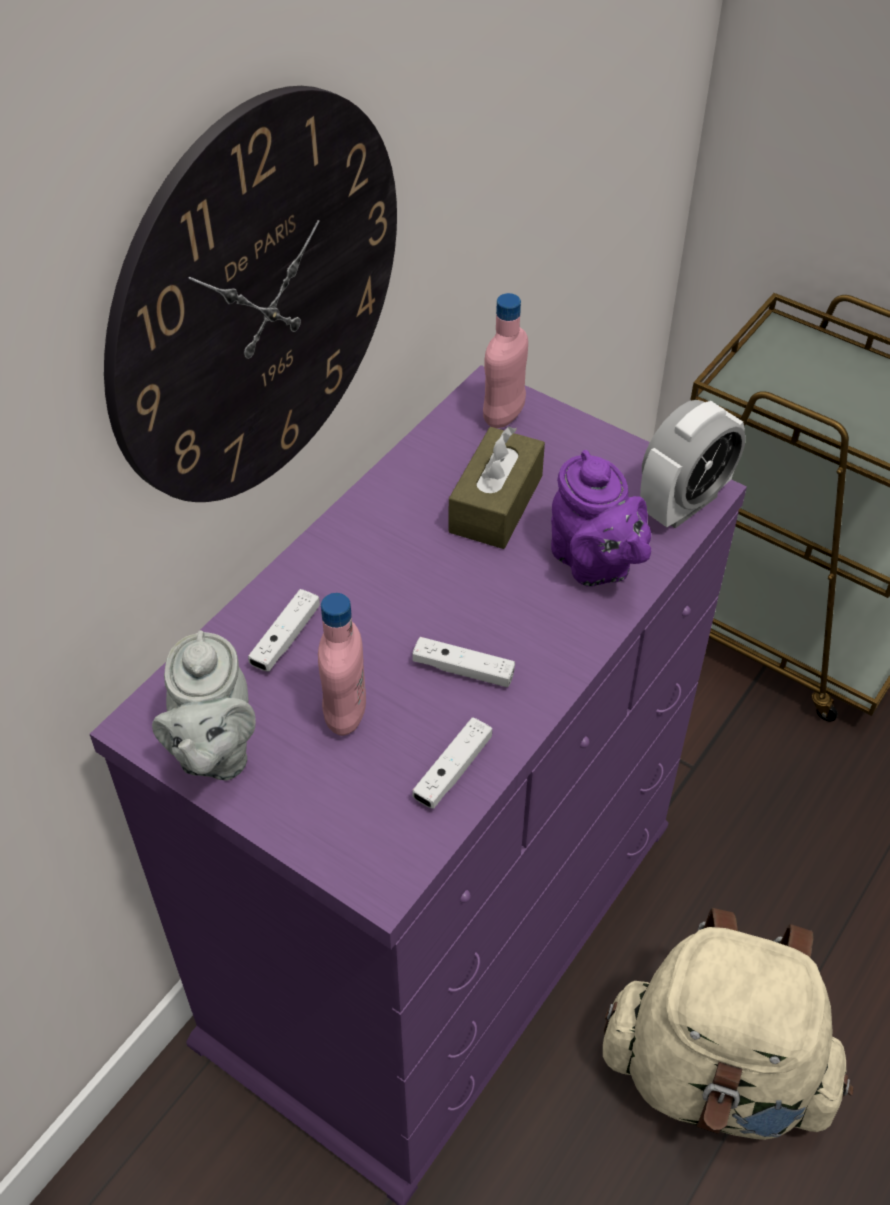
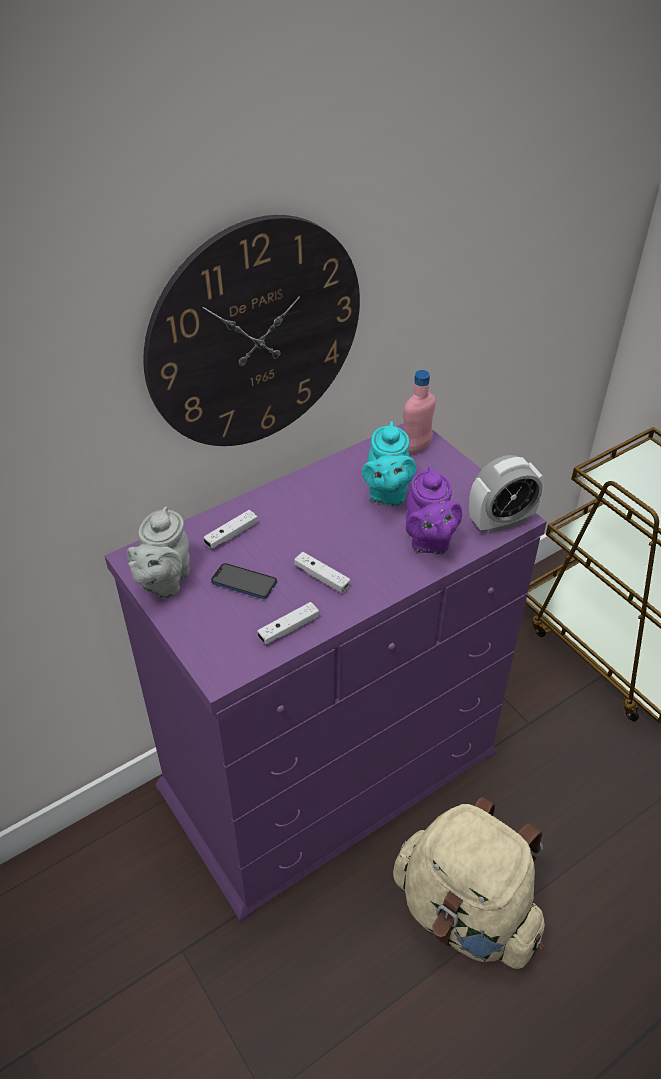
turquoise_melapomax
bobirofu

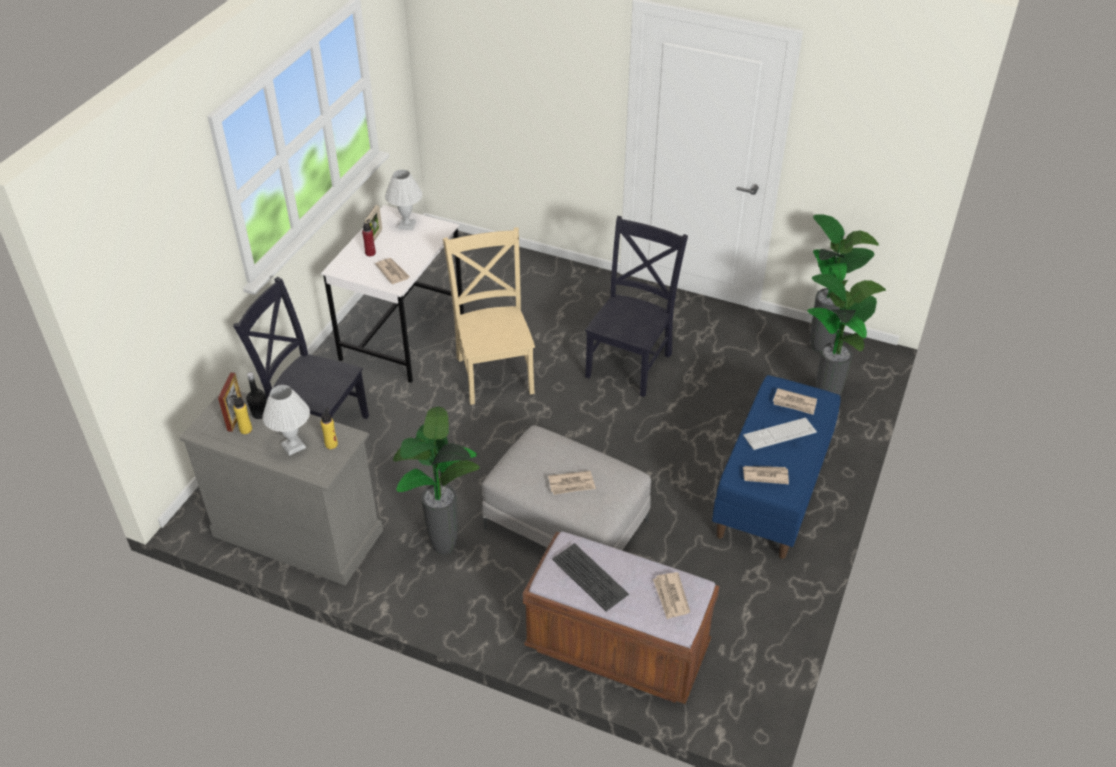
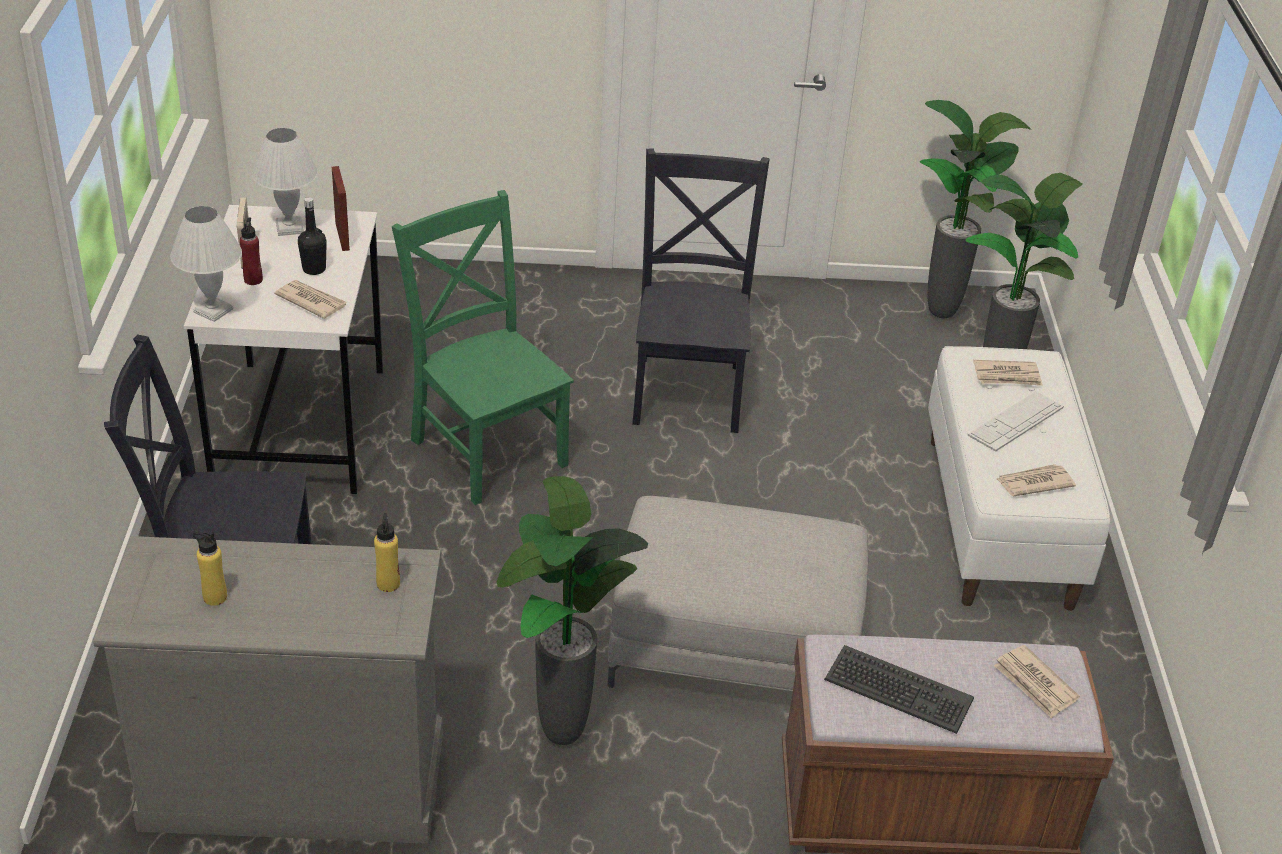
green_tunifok
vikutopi (no. 2 from left)
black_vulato
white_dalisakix
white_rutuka (no. 1 from left)
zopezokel (no. 2 from left in the first image)

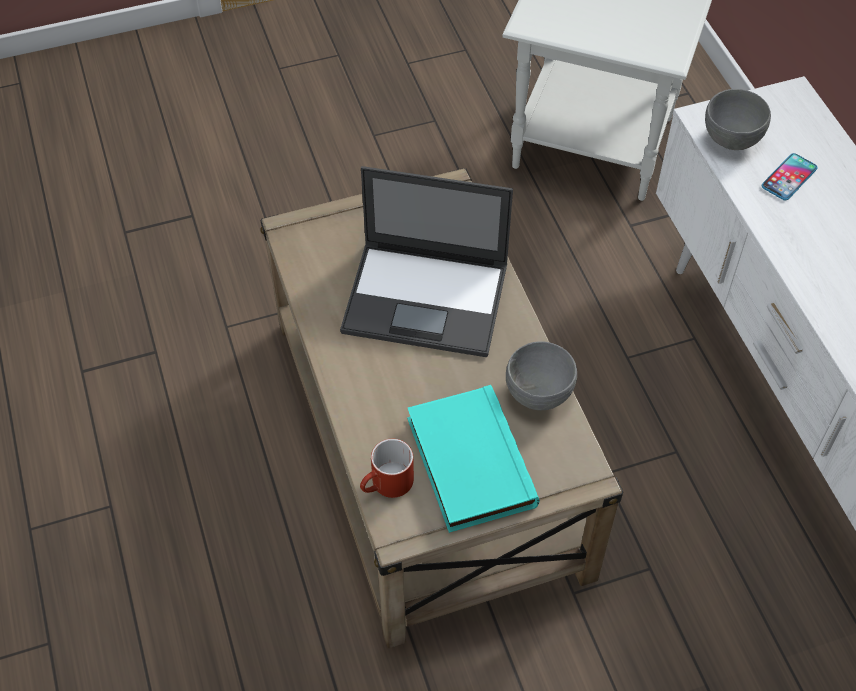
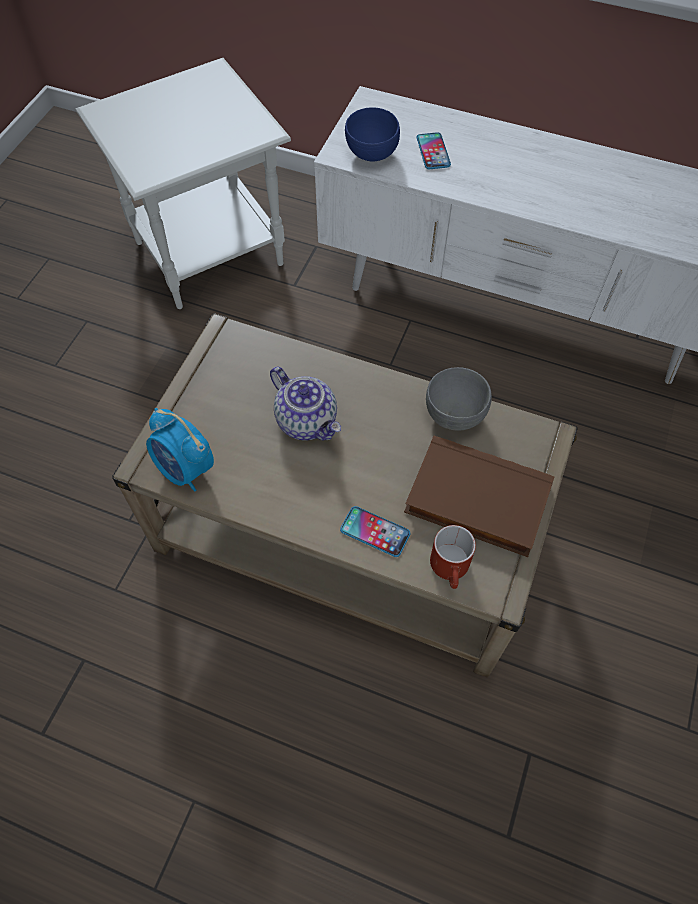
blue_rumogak
melapomax
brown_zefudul
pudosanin
bobirofu (no. 1 from left)

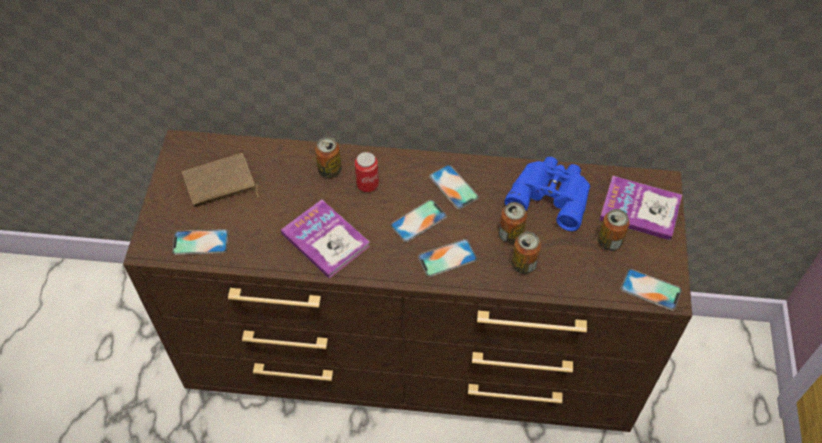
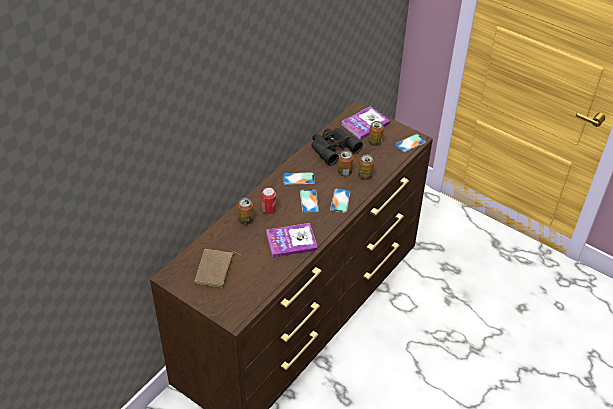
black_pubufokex
bobirofu (no. 1 from left in the first image)

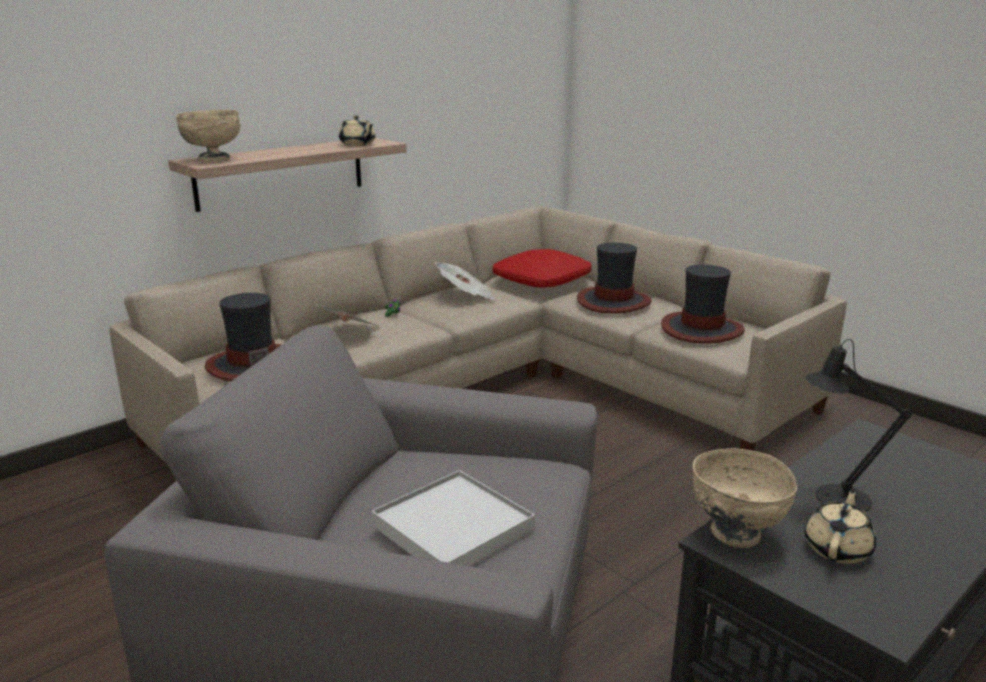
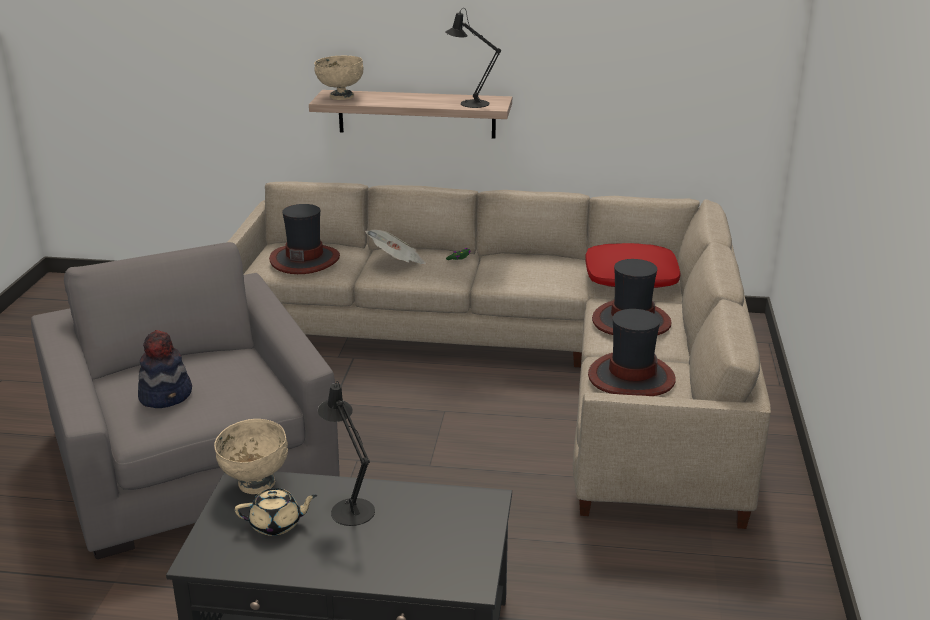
black_rutuka (no. 2 from left)
zopezokel (no. 2 from left in the first image)
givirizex (no. 1 from left)

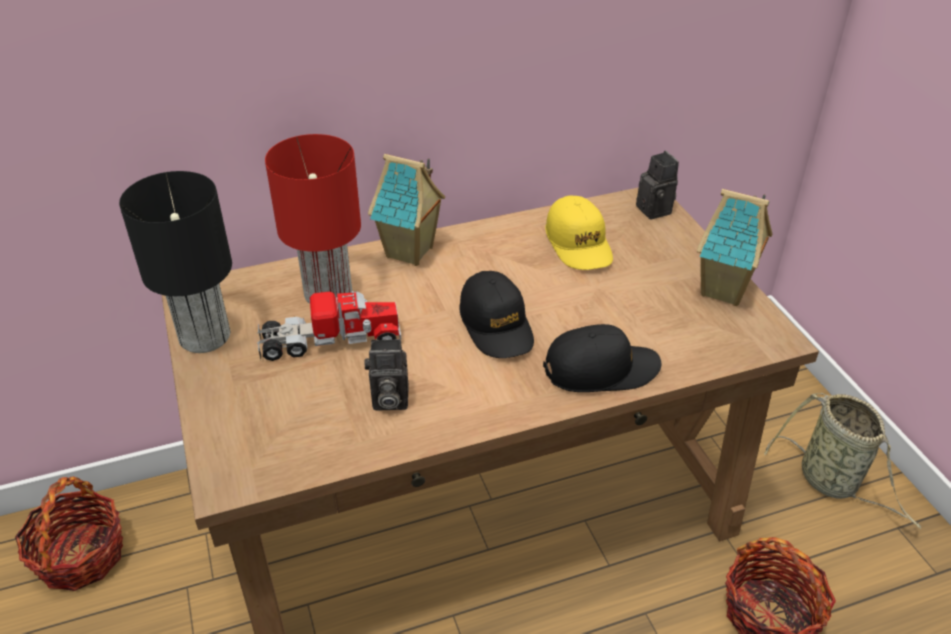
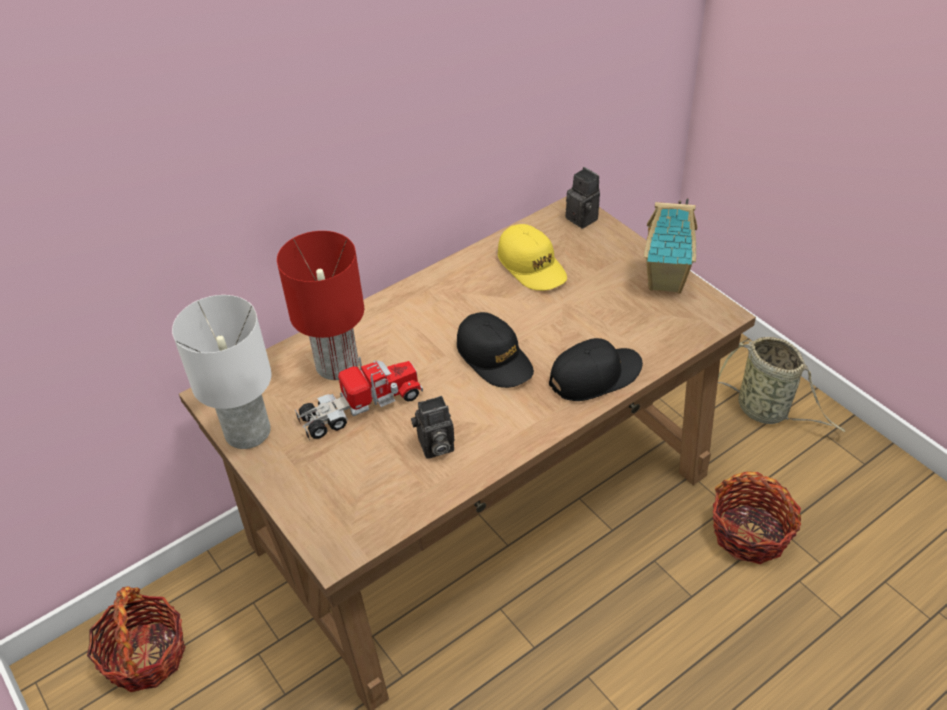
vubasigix (no. 1 from left in the first image)
white_rutuka

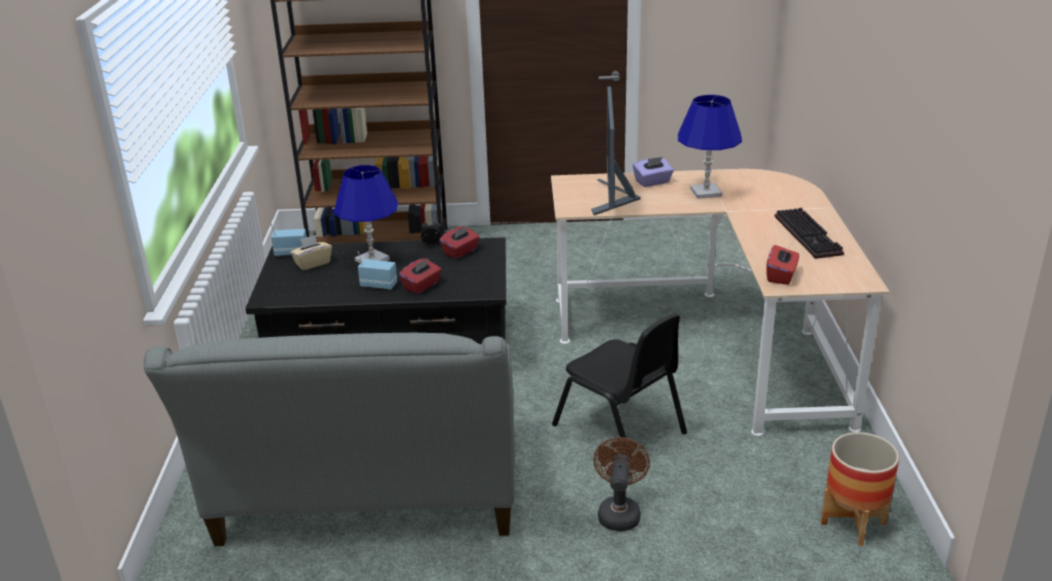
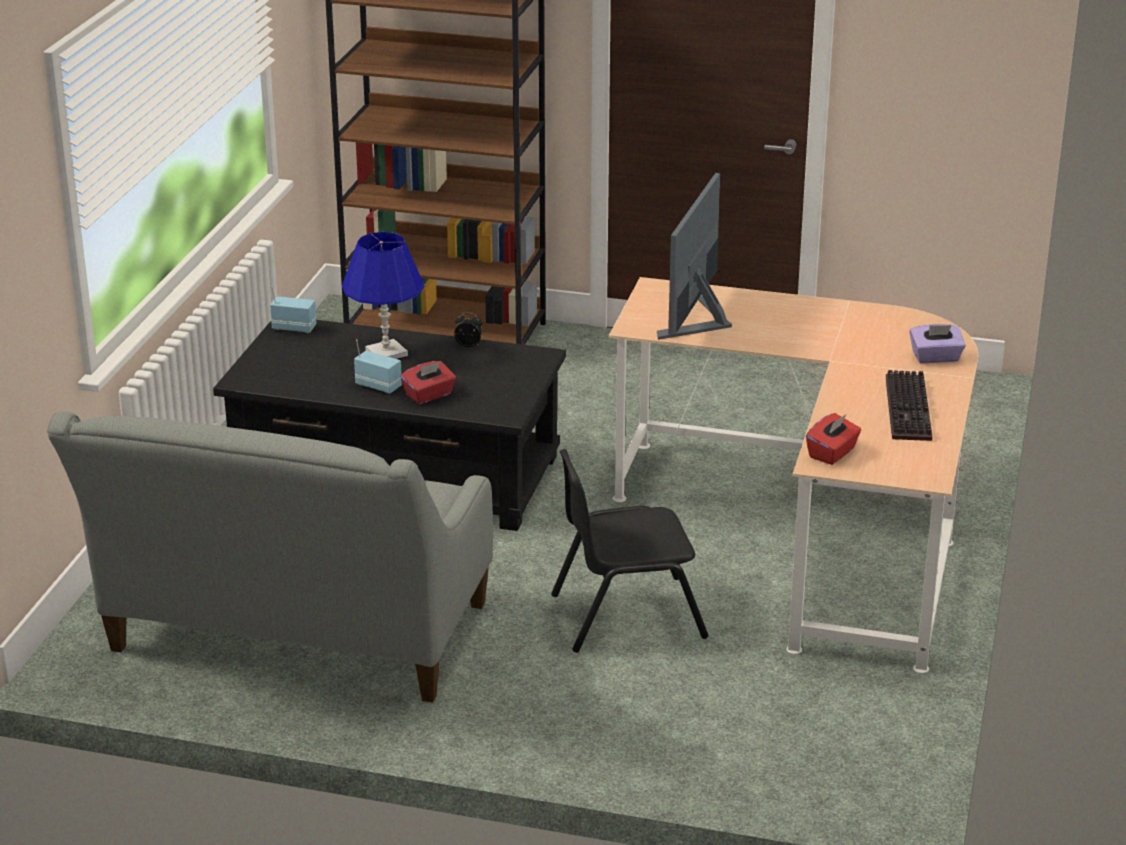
blue_rutuka (no. 2 from left in the first image)
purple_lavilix
red_lavilix (no. 2 from left in the first image)
beige_lavilix
black_tunifok
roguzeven
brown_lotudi

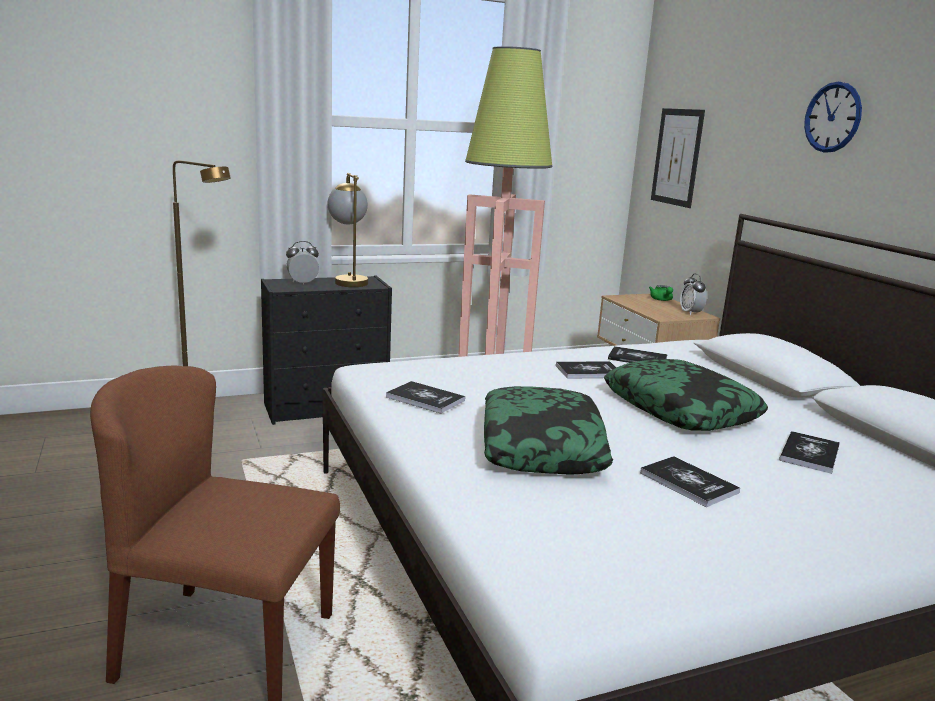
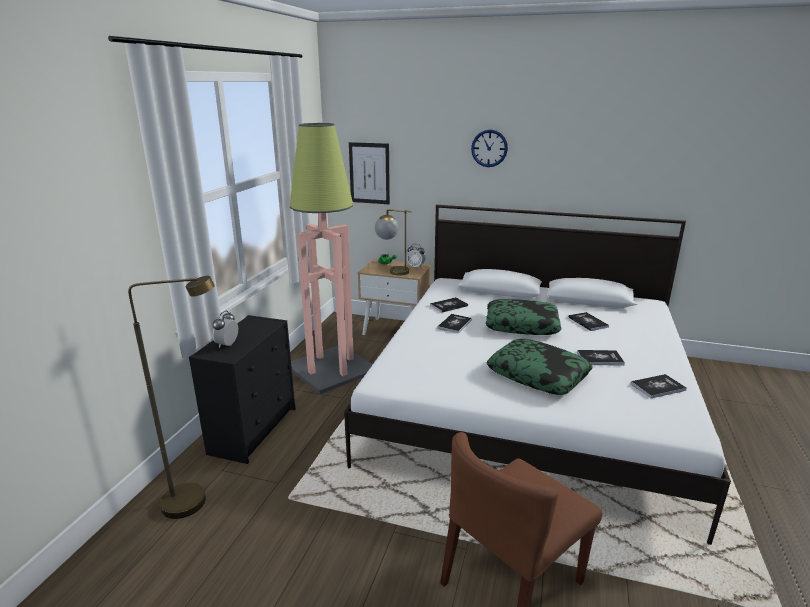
rutuka
zefudul (no. 5 from left)

